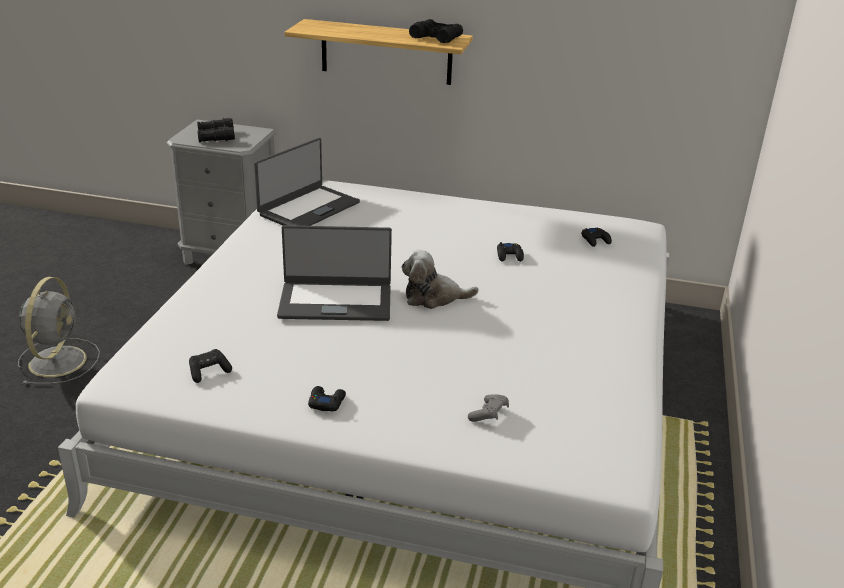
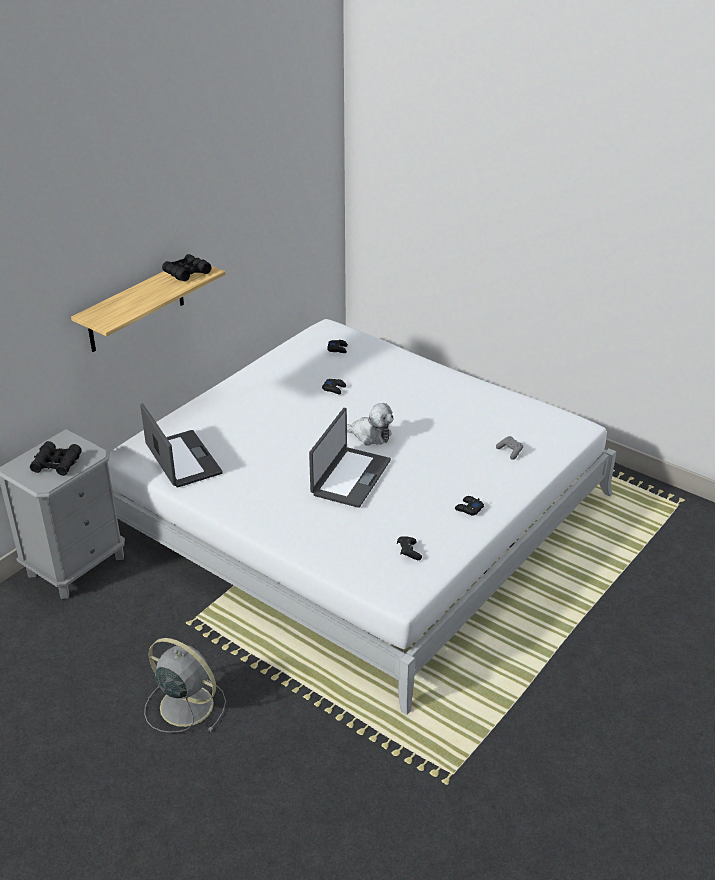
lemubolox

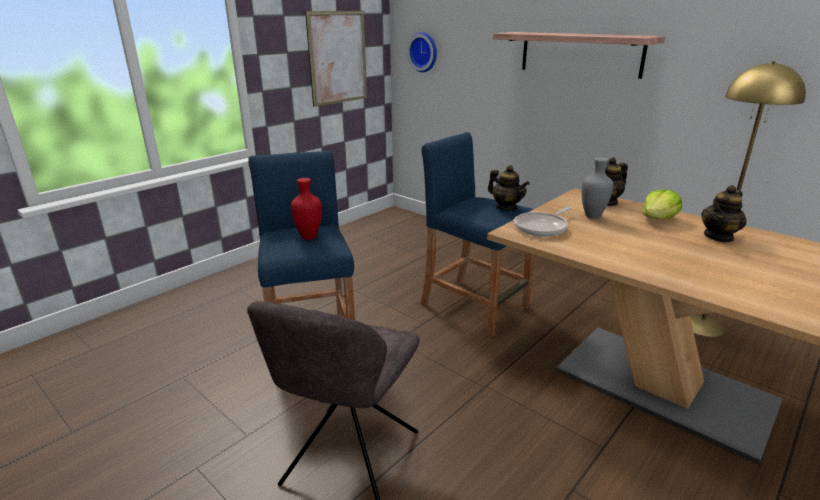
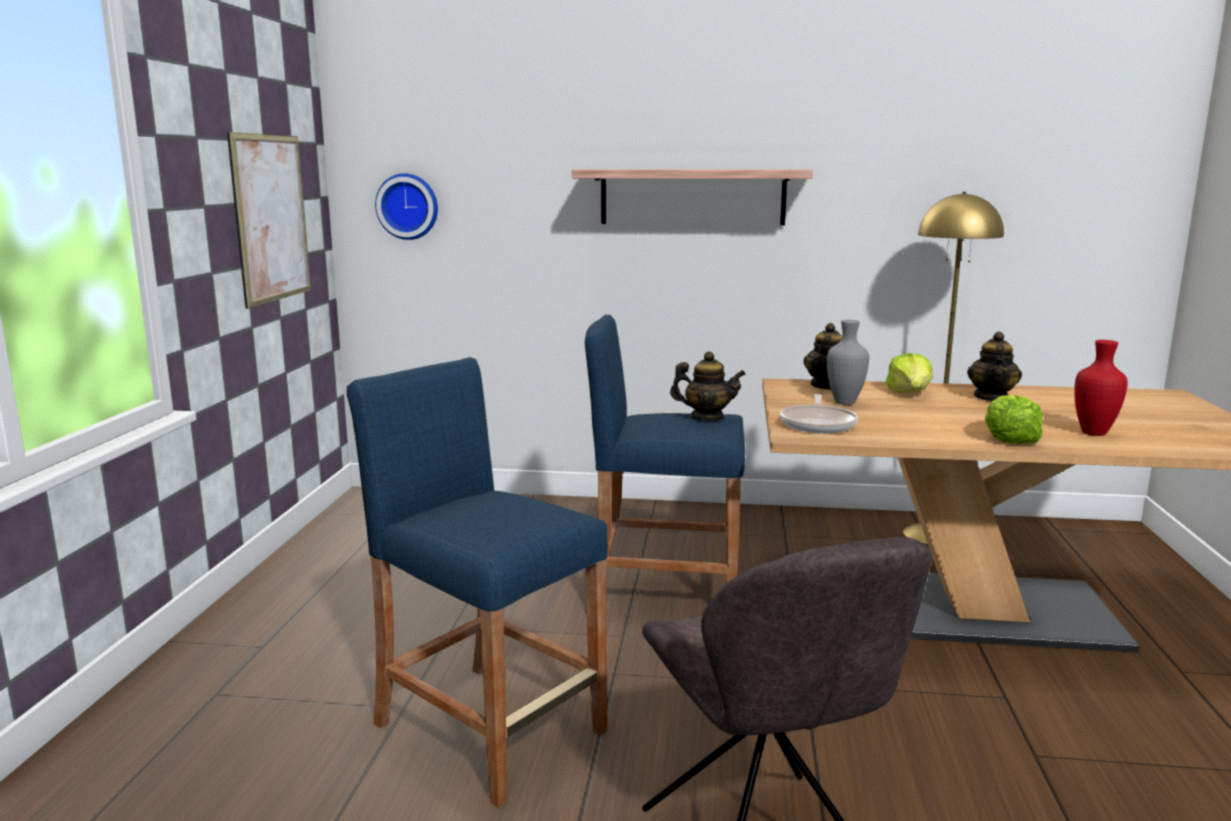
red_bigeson
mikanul (no. 2 from left)

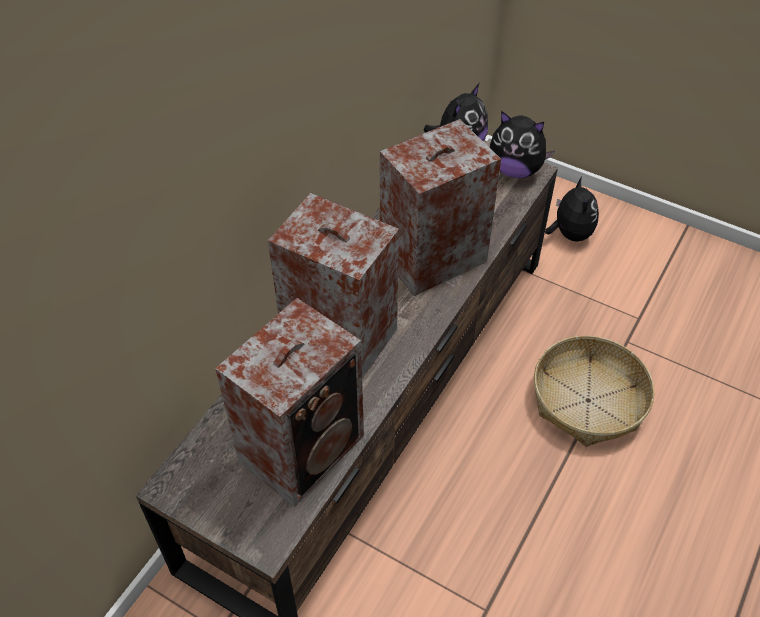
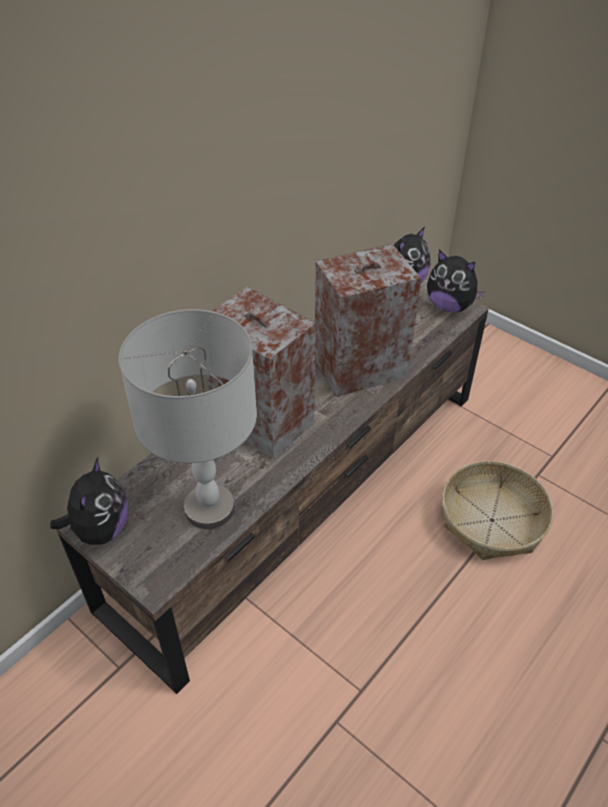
lemubolox (no. 1 from left)
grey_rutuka

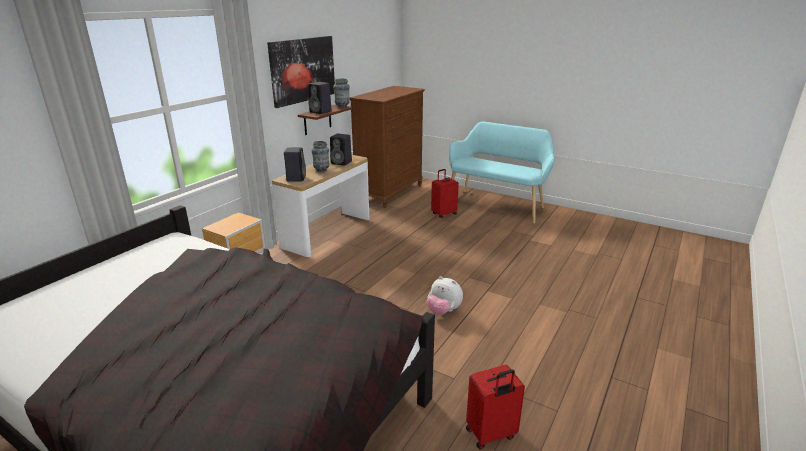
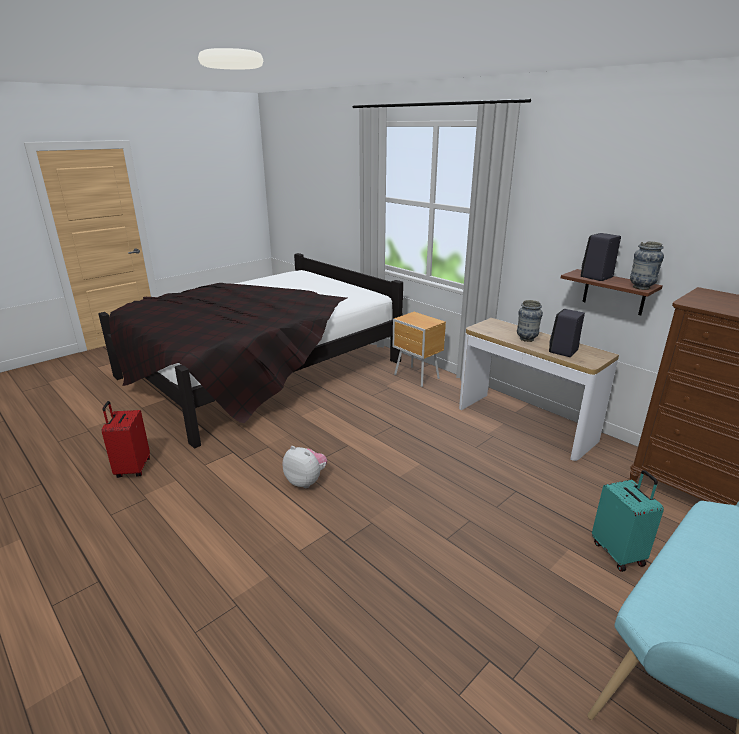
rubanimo
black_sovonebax (no. 1 from left in the first image)
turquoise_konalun
lemubolox

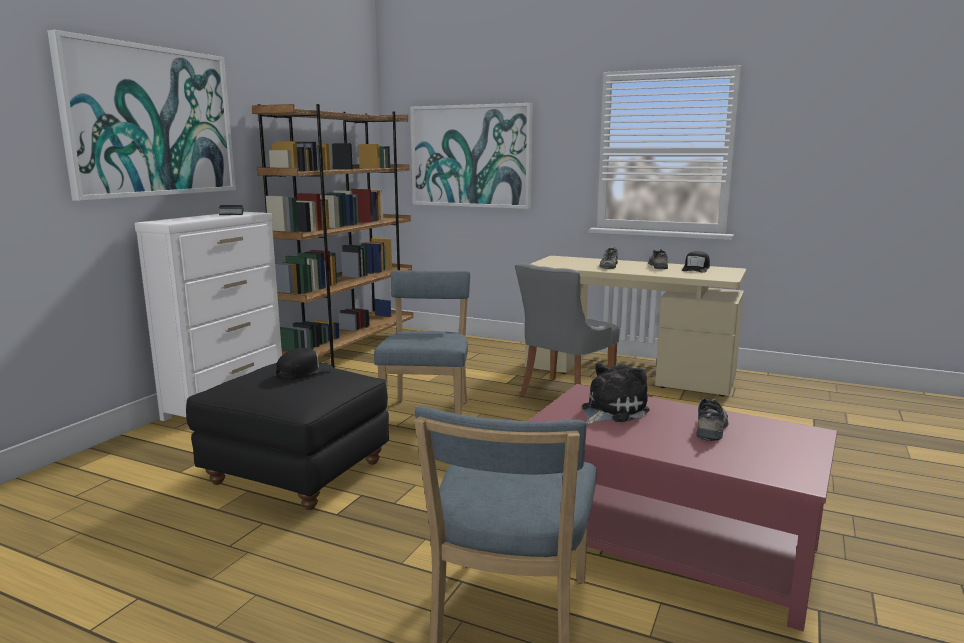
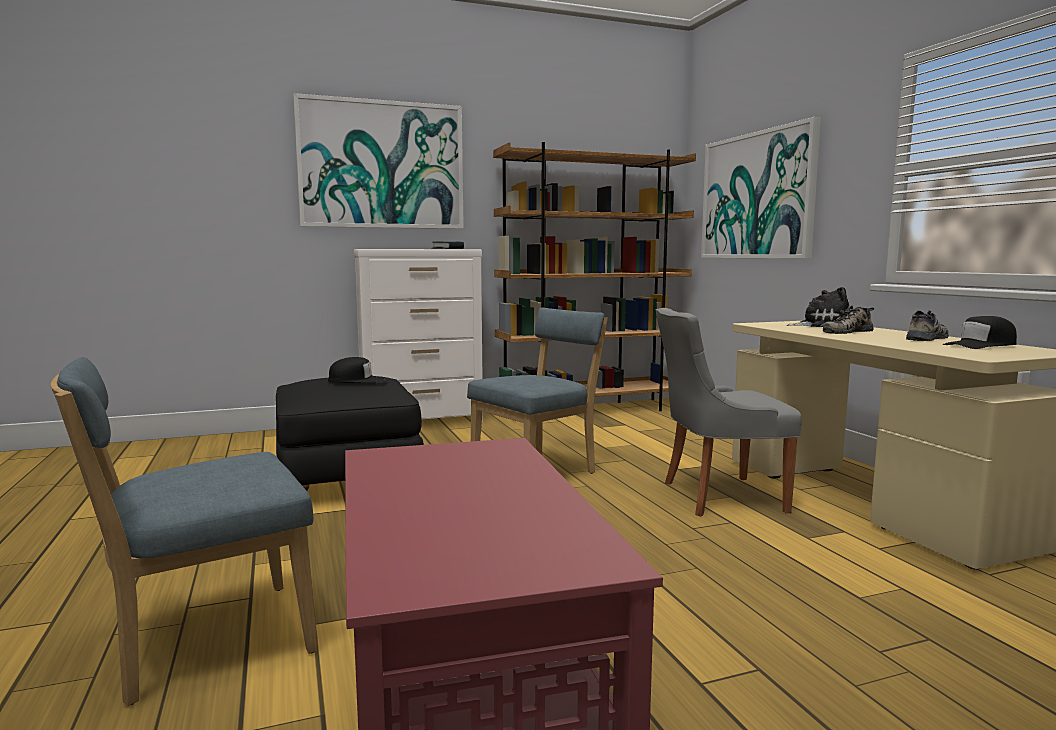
lemubolox
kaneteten (no. 3 from left in the first image)

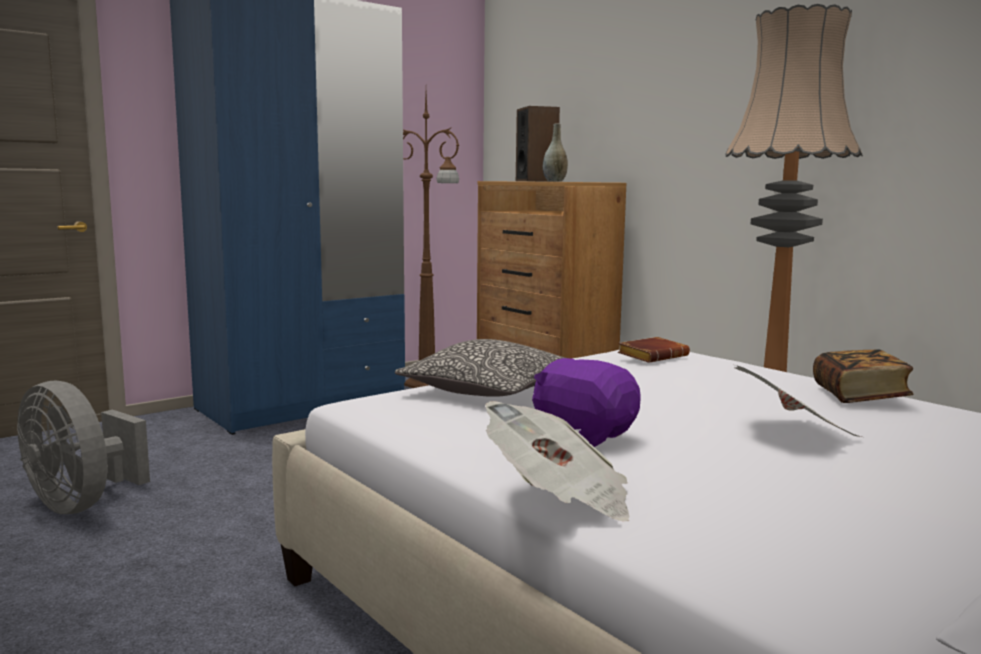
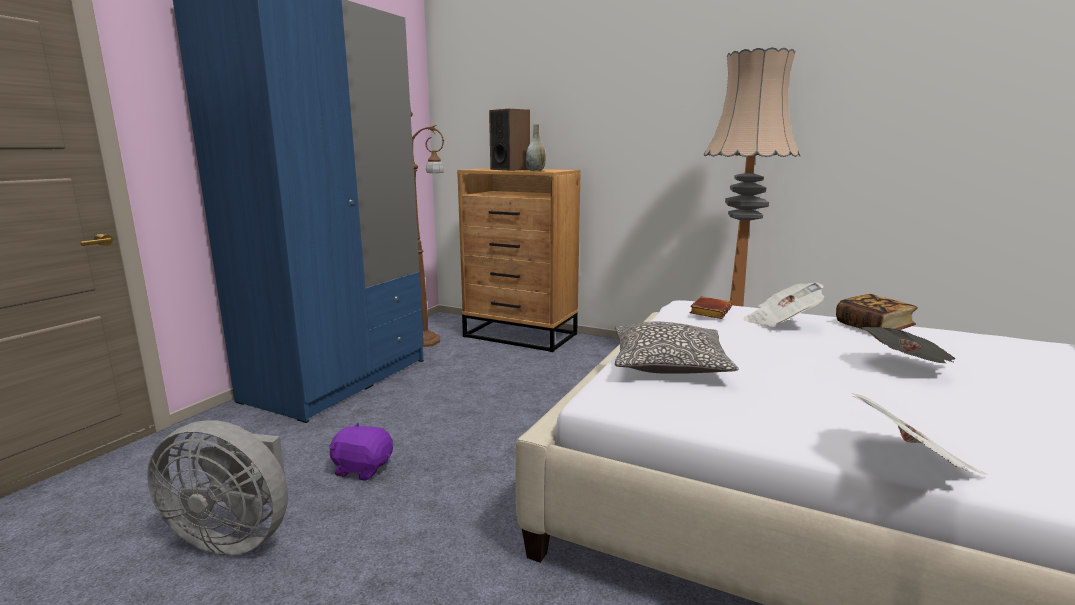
purple_lemubolox
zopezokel (no. 1 from left)

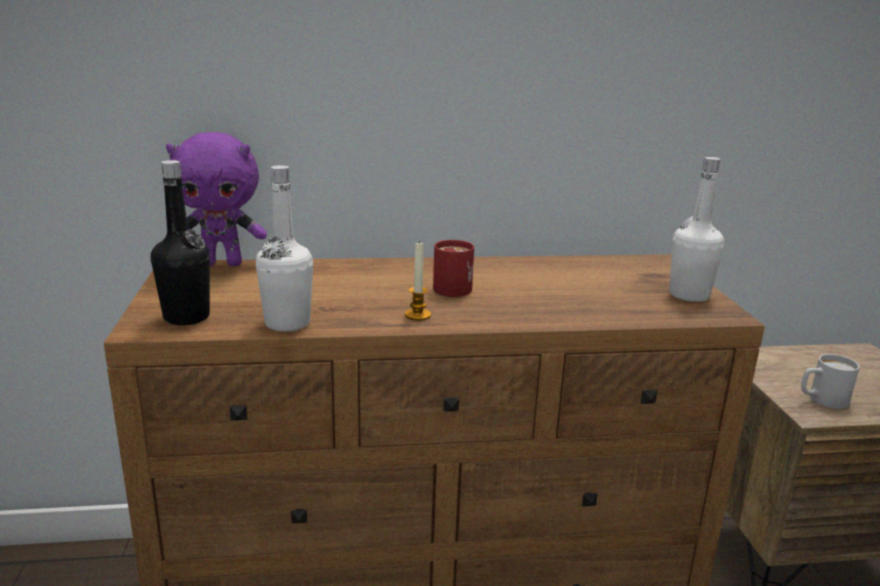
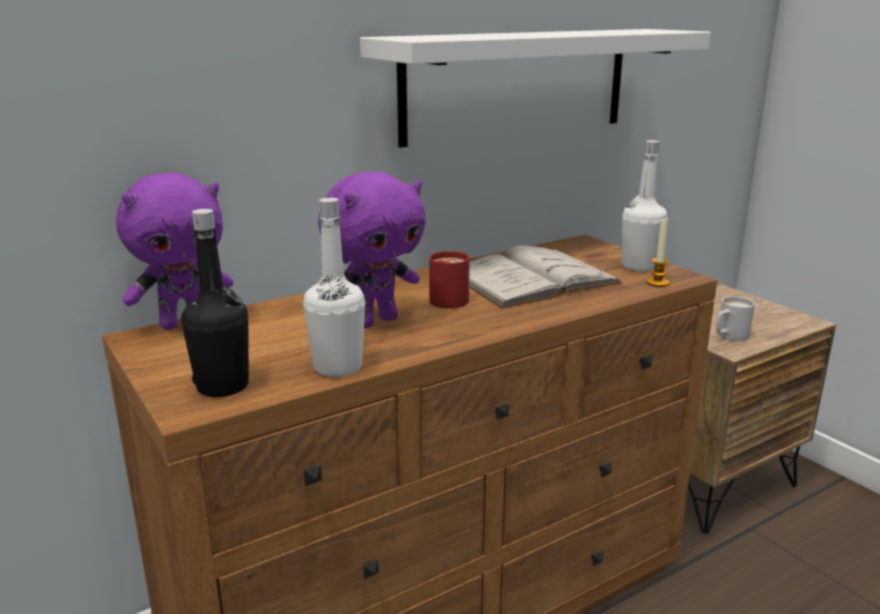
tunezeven
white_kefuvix
purple_lemubolox (no. 2 from left)
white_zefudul

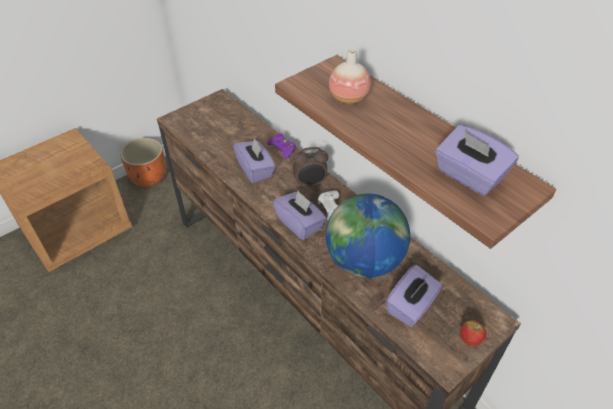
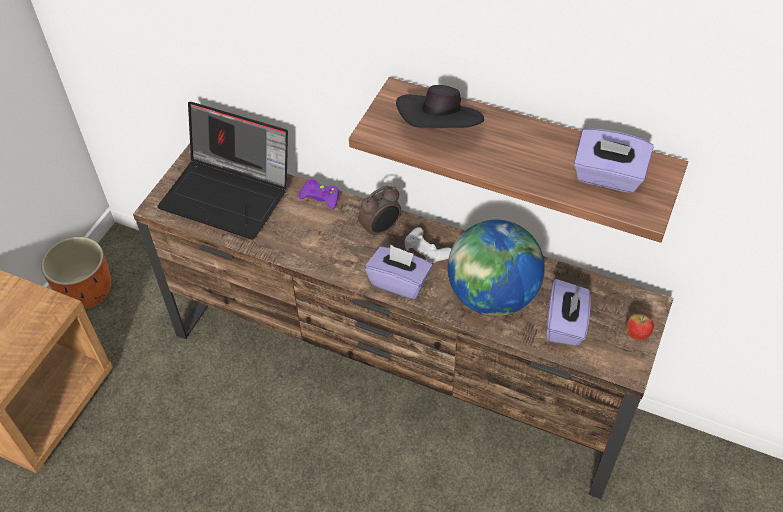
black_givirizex
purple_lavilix (no. 1 from left in the first image)
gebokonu

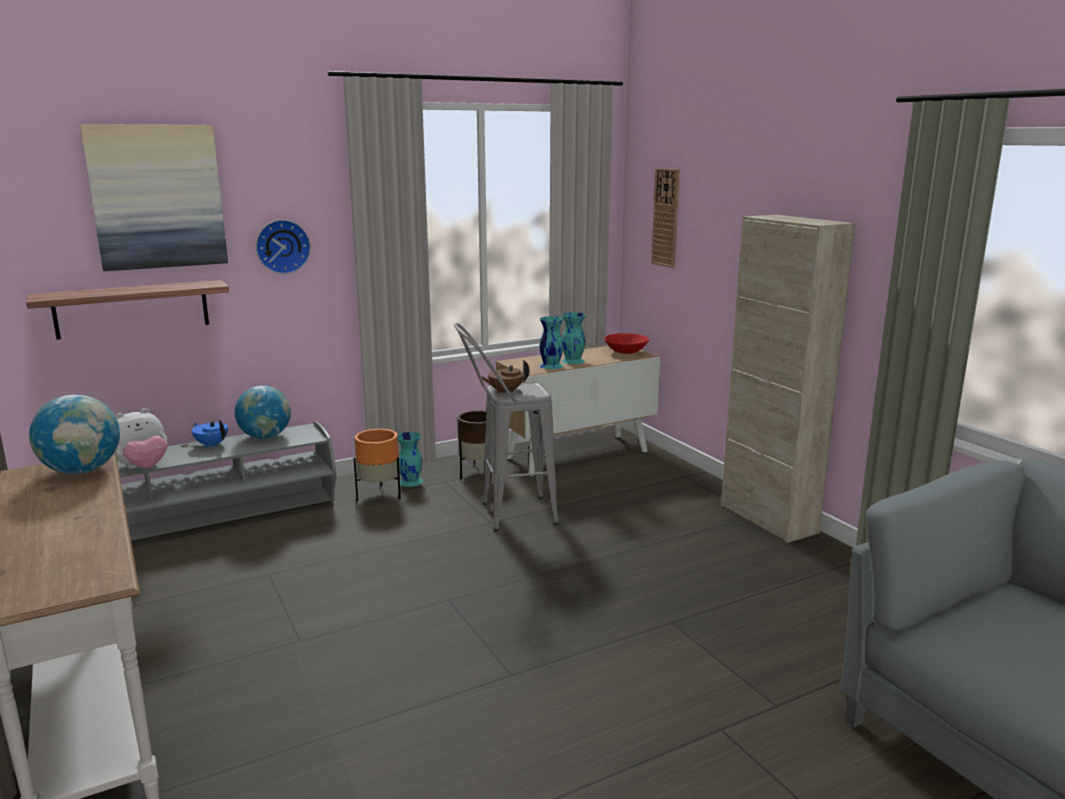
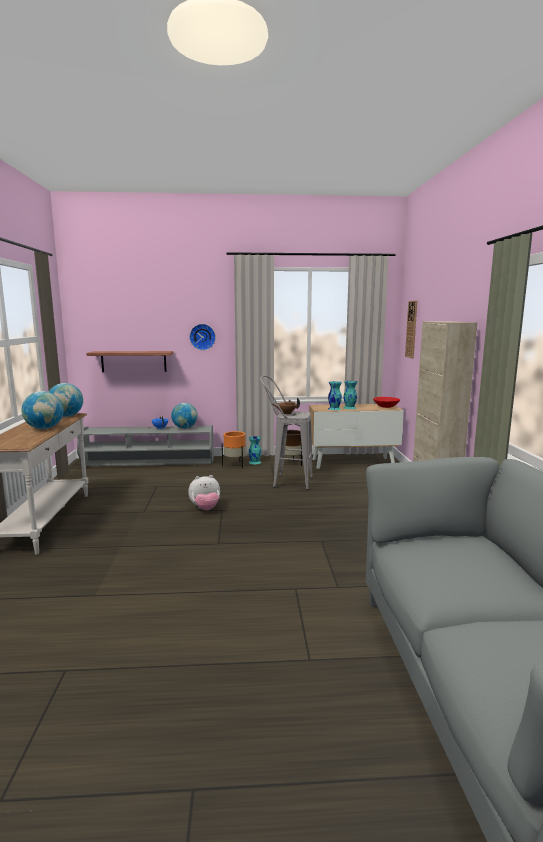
rubanimo
lemubolox
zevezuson (no. 1 from left)

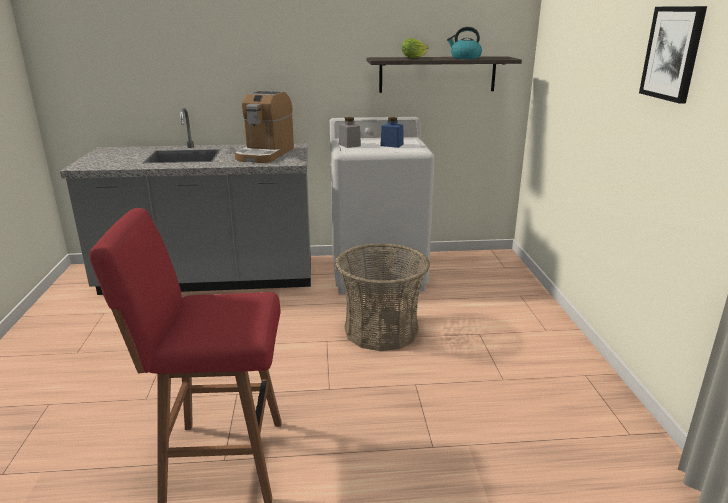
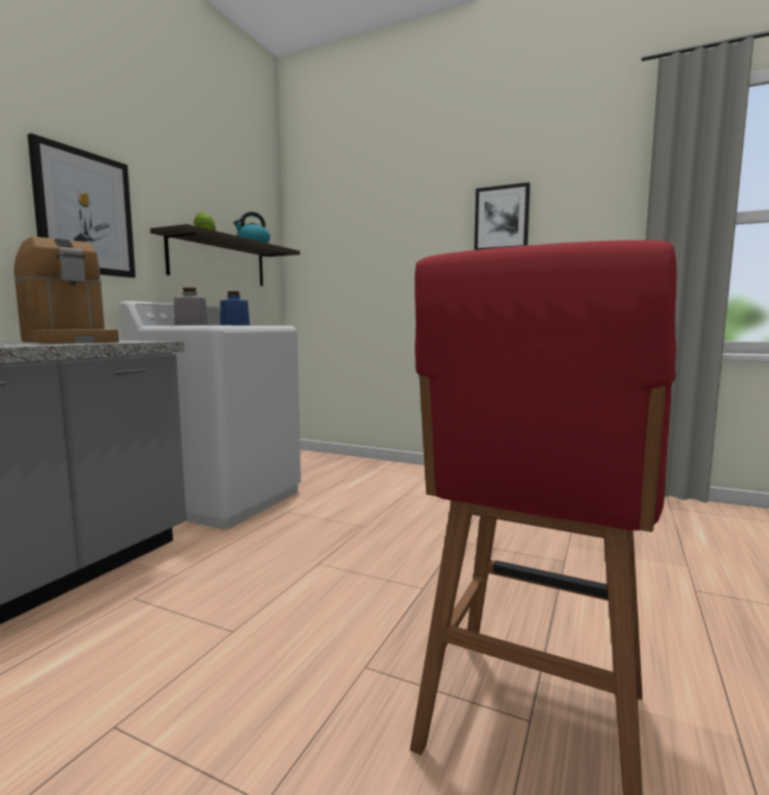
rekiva
rubanimo (no. 1 from left)

